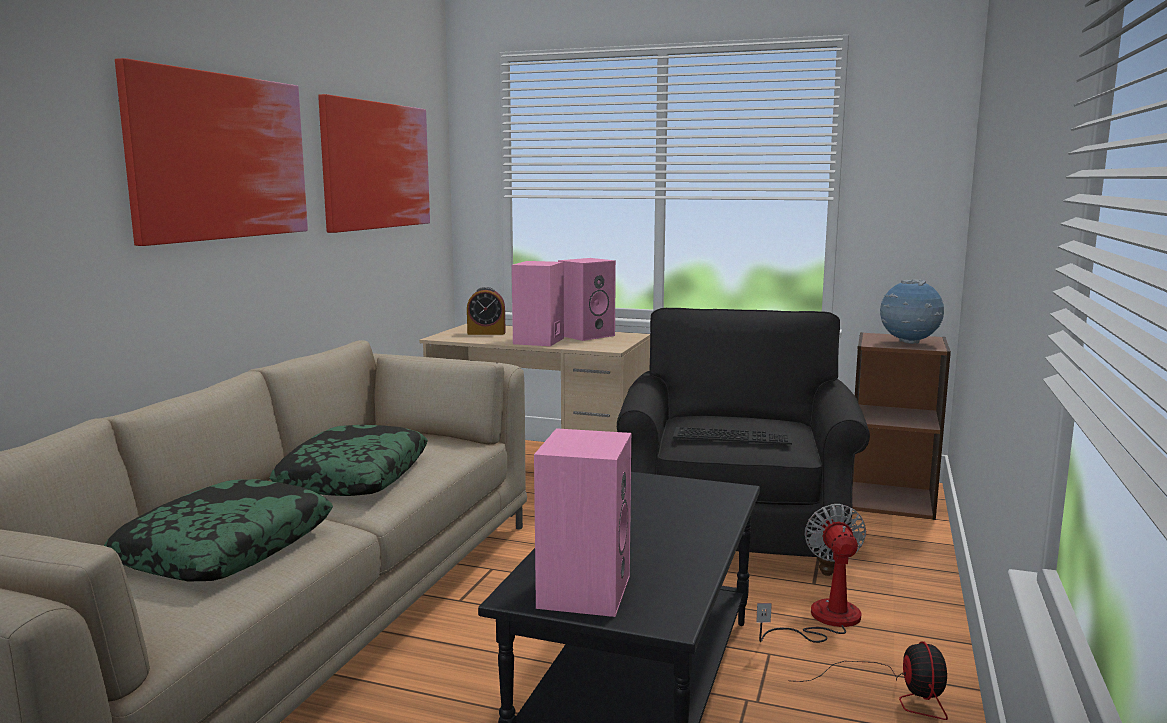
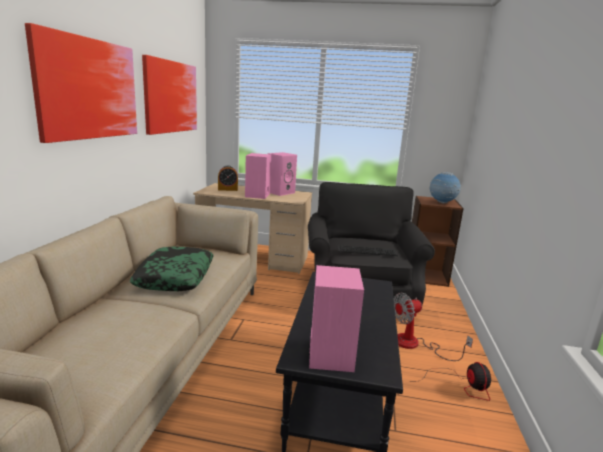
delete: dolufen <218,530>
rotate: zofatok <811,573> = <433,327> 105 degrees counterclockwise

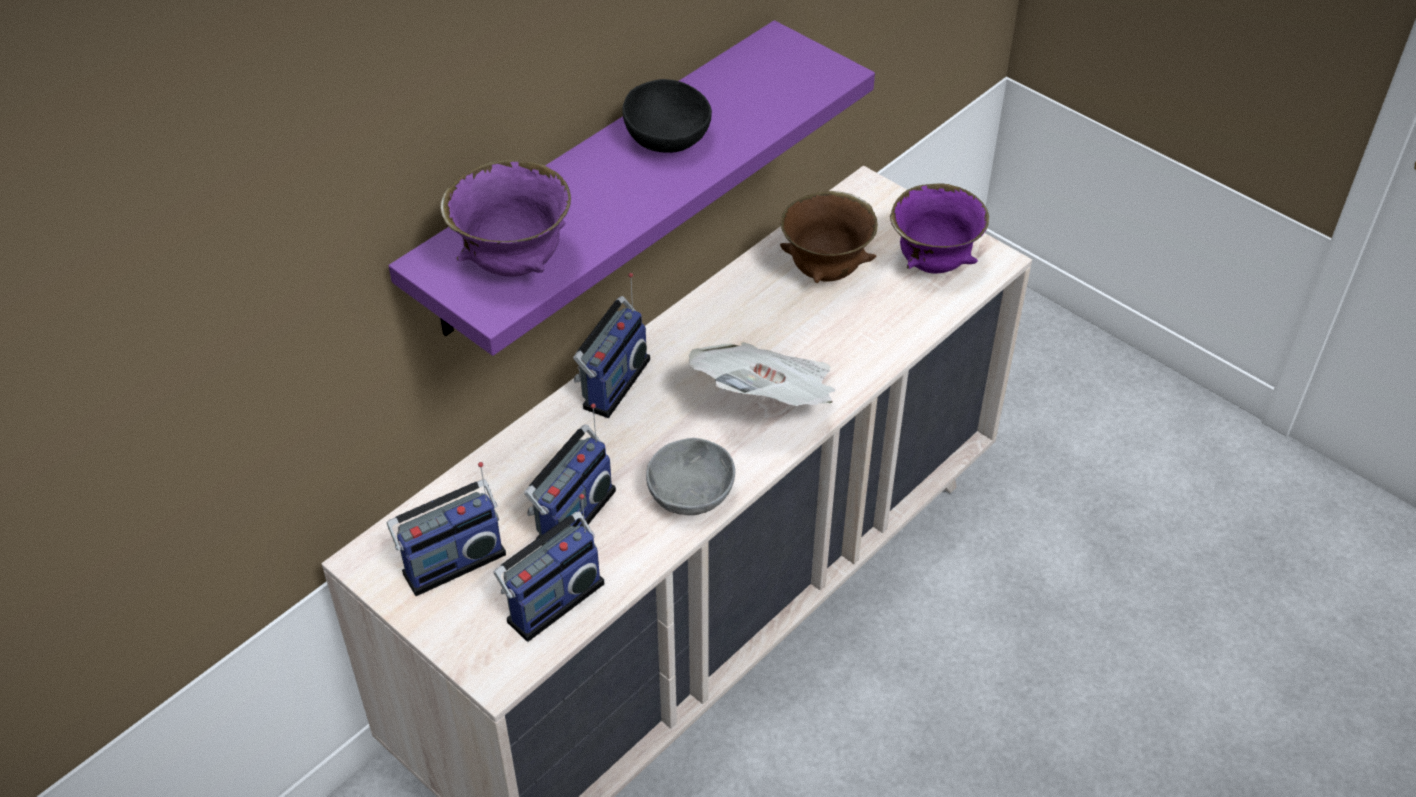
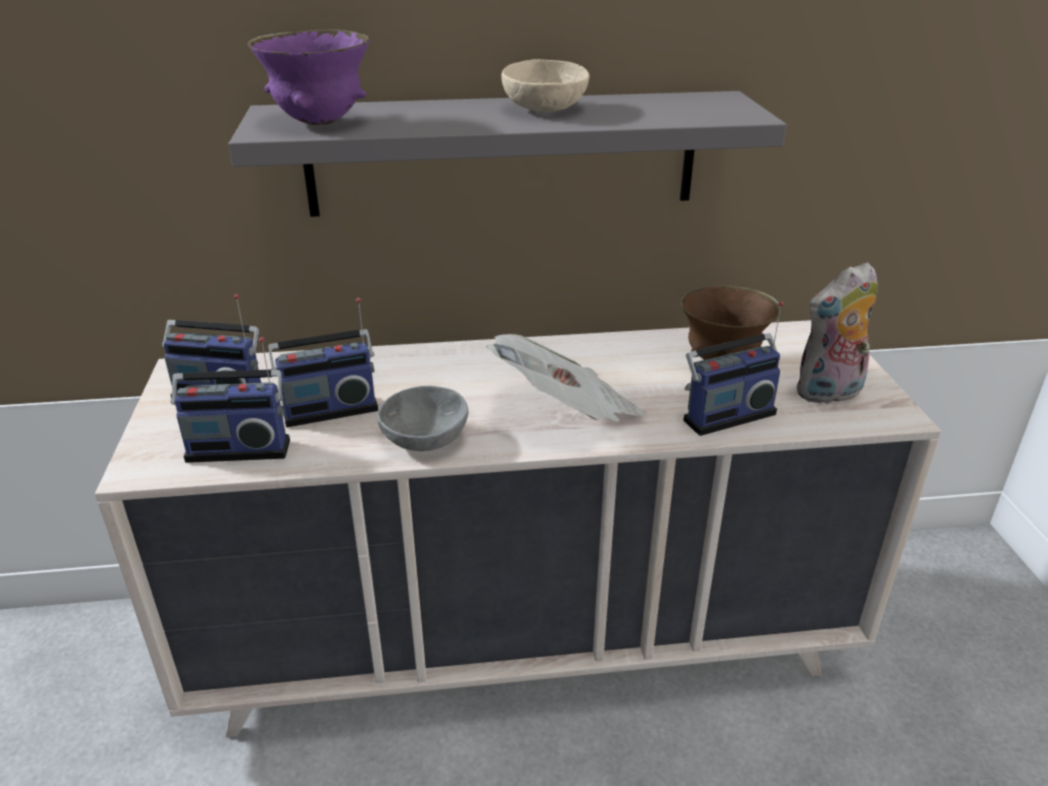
move: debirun <611,345> to <733,369>
replace: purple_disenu <939,228> to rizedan <837,333>
recolor: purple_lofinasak <632,188> to grey_lofinasak <508,154>; black_disenu <667,116> to beige_disenu <545,85>

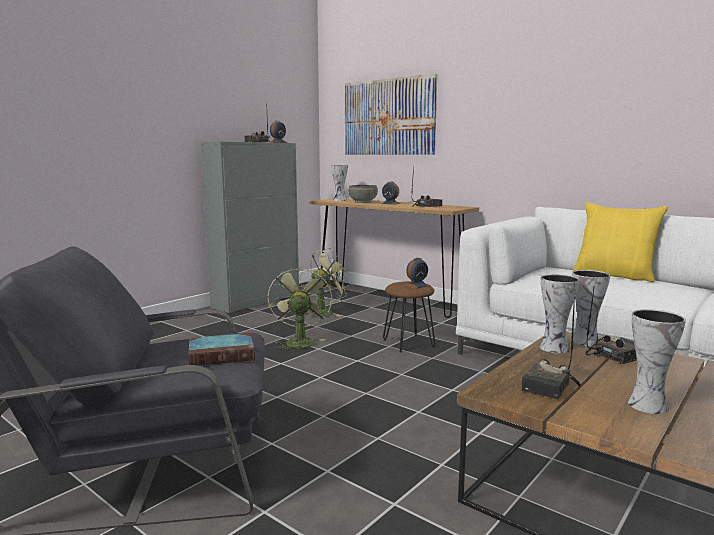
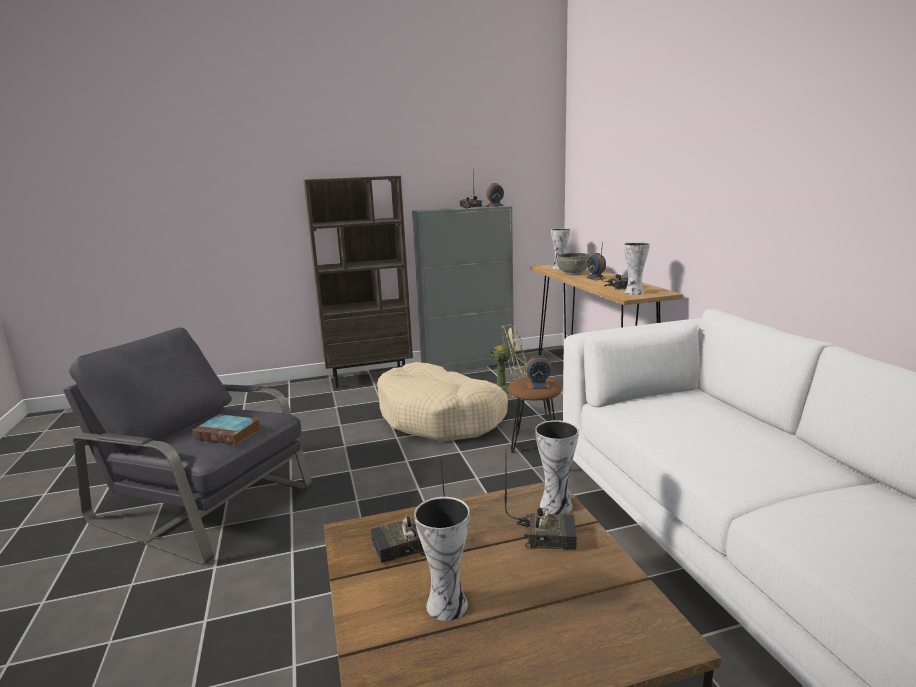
delete: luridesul <391,114>; yellow_dolufen <620,242>
insert: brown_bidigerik <358,282>
move: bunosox <559,314> to <637,268>
replace: green_zofatok <300,308> to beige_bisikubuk <442,401>

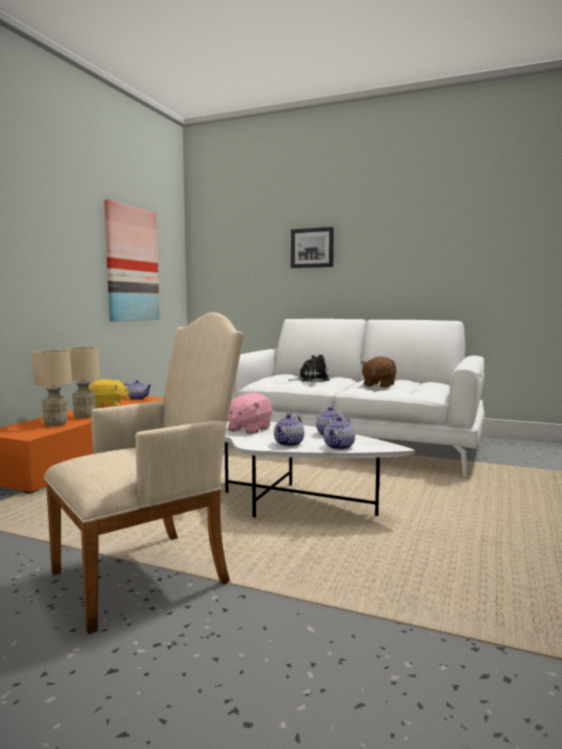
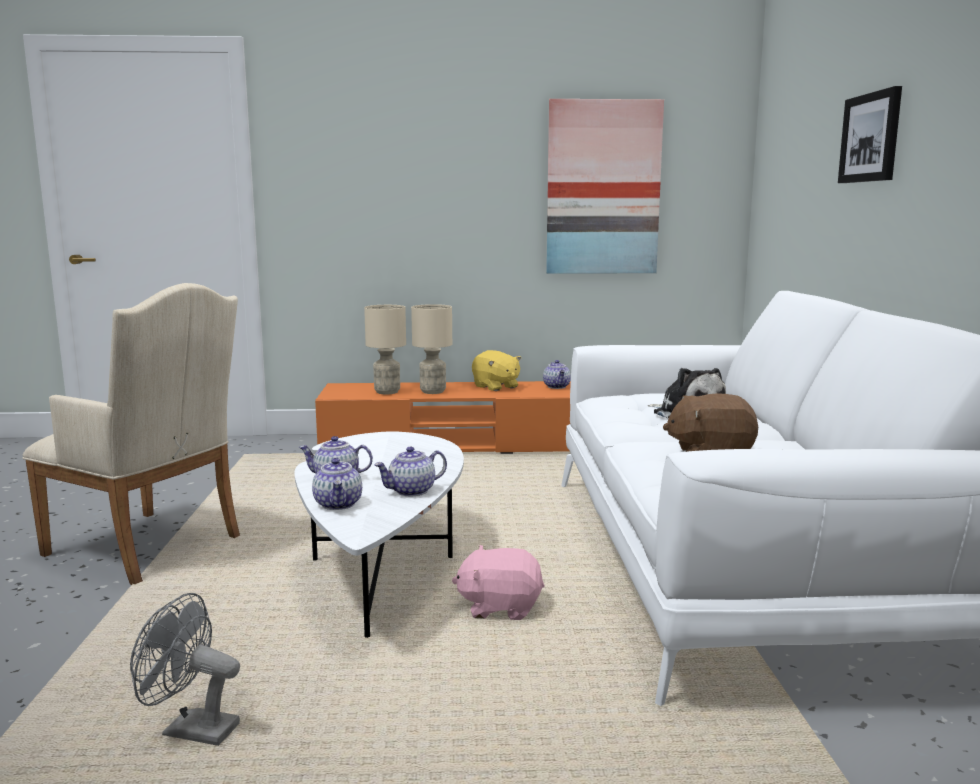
insert: grey_zofatok <185,669>
move: pink_rizedan <250,413> to <498,582>
rotate: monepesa <339,433> = <337,484> 105 degrees counterclockwise

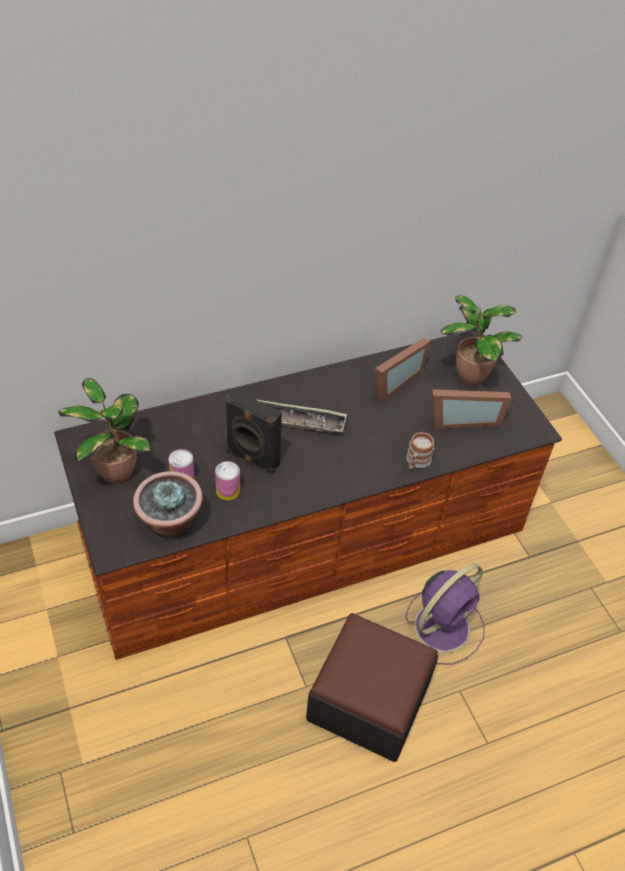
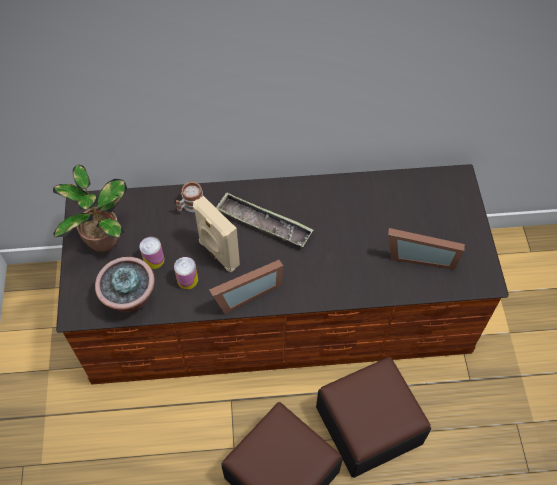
delete: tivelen <481,340>
move: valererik <420,451> to <189,197>; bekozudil <402,370> to <246,287>
replace: purple_zofatok <445,614> to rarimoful <373,417>
recolor: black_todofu <253,431> to beige_todofu <216,234>

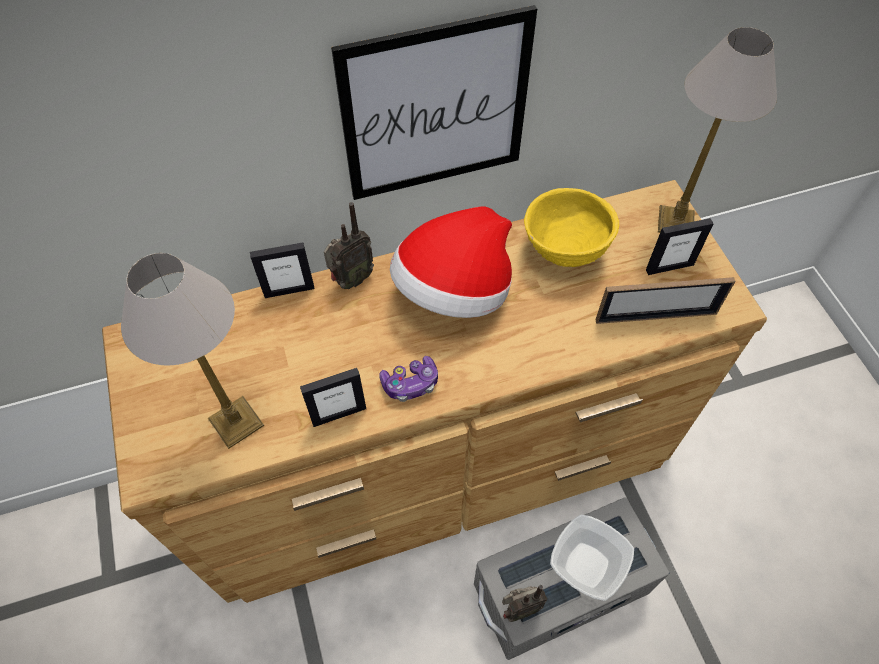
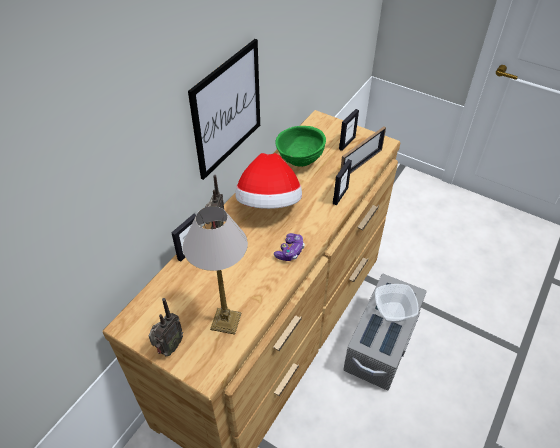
delete: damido <717,130>
move: debirun <525,603> to <166,327>; bekozudil <333,397> to <342,182>
recolor: yellow_disenu <571,227> to green_disenu <300,146>

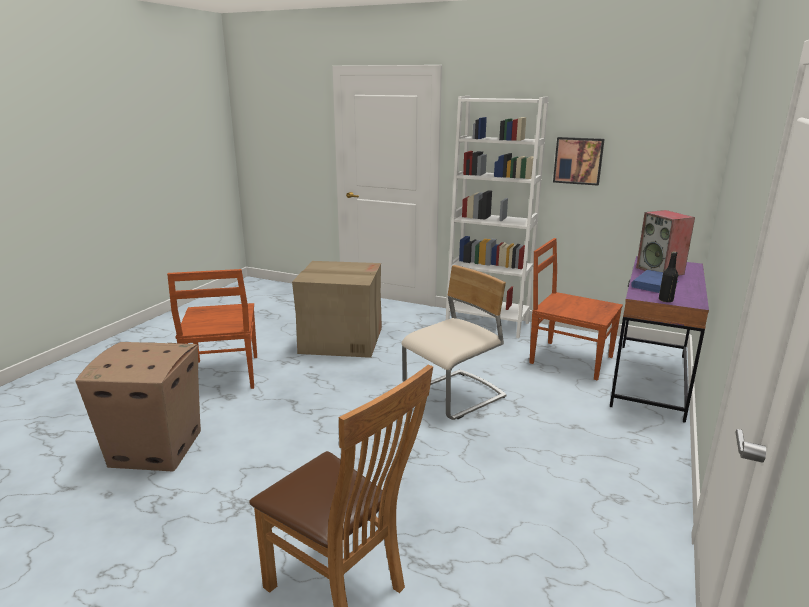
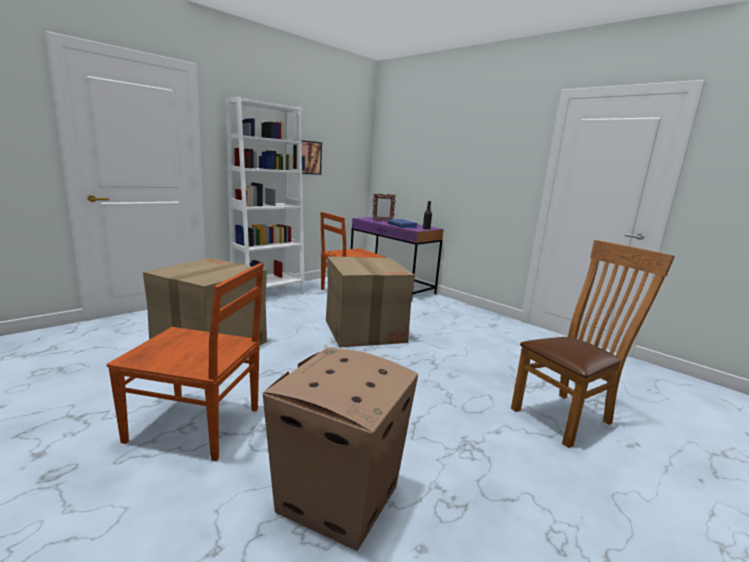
replace: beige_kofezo <454,342> to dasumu <370,302>; todofu <665,243> to bekozudil <383,207>

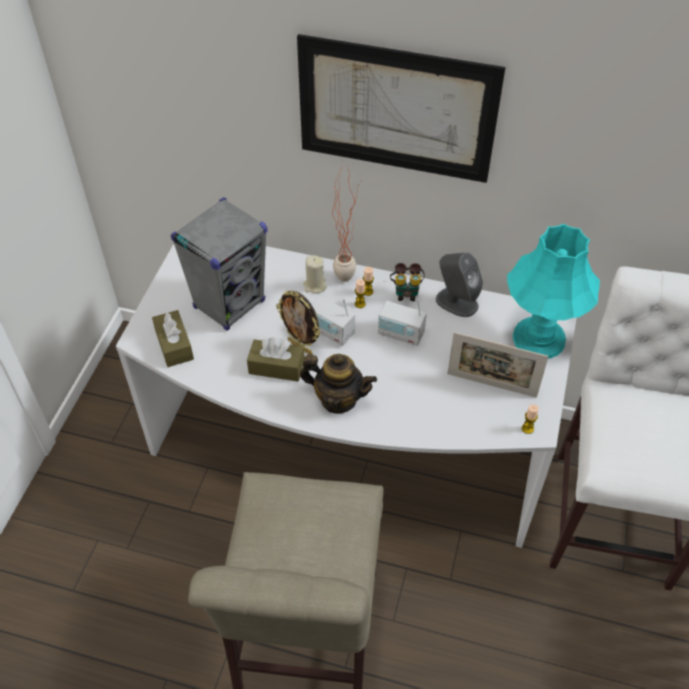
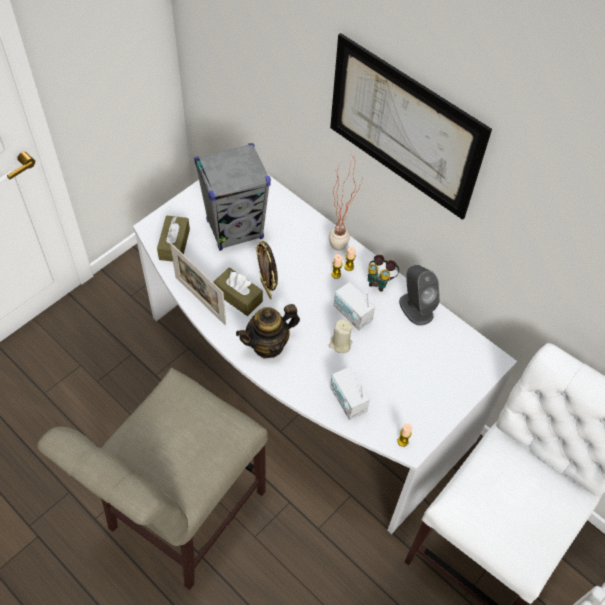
delete: turquoise_damido <553,291>
move: bekozudil <498,365> to <198,284>; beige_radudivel <315,274> to <341,336>; debirun <333,321> to <350,393>
rotate: monepesa <338,383> = <268,331> 105 degrees clockwise

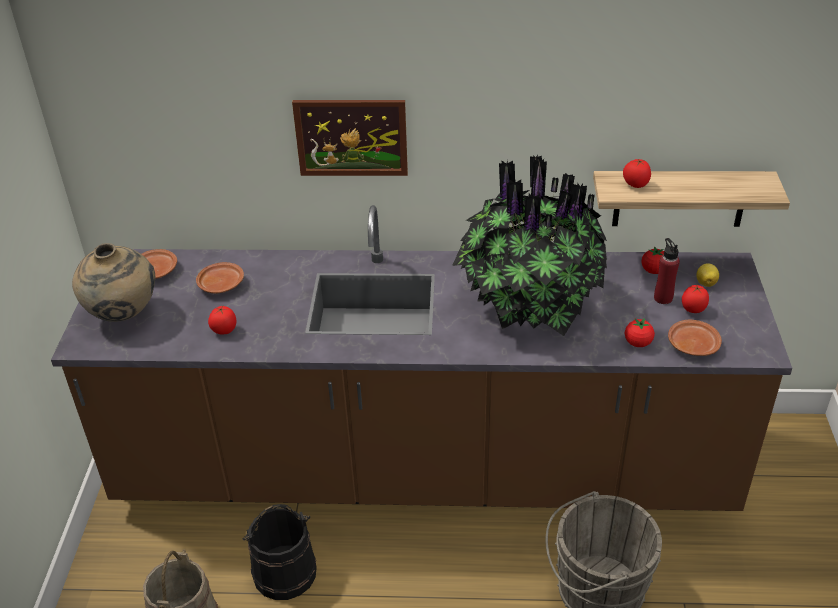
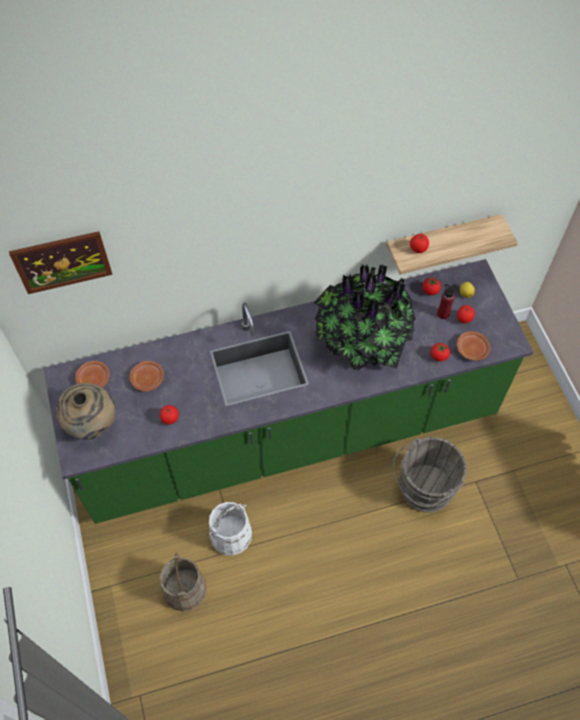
move: luridesul <350,138> to <60,262>
recolor: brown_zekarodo <421,358> to green_zekarodo <289,391>; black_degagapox <279,552> to white_degagapox <230,529>

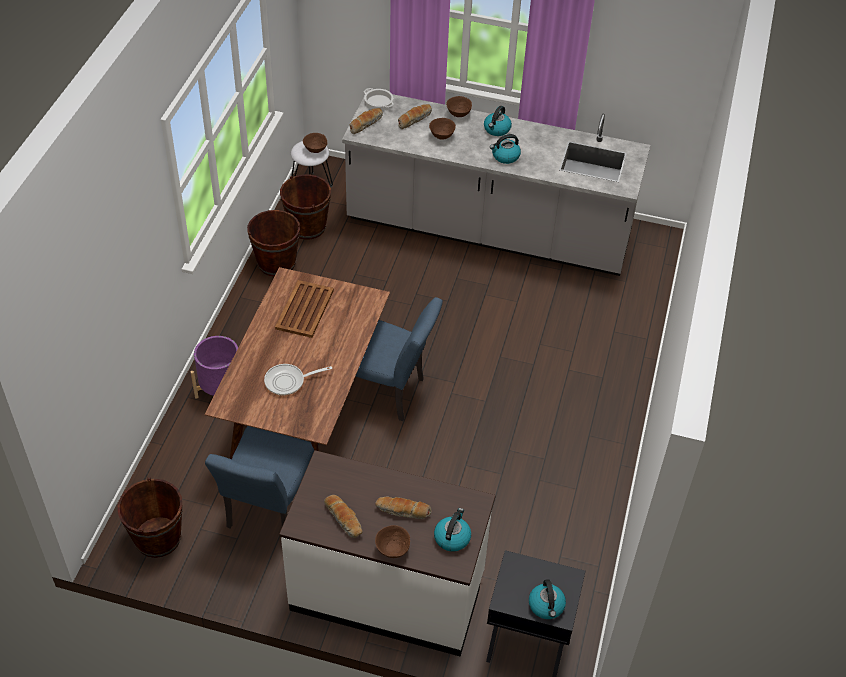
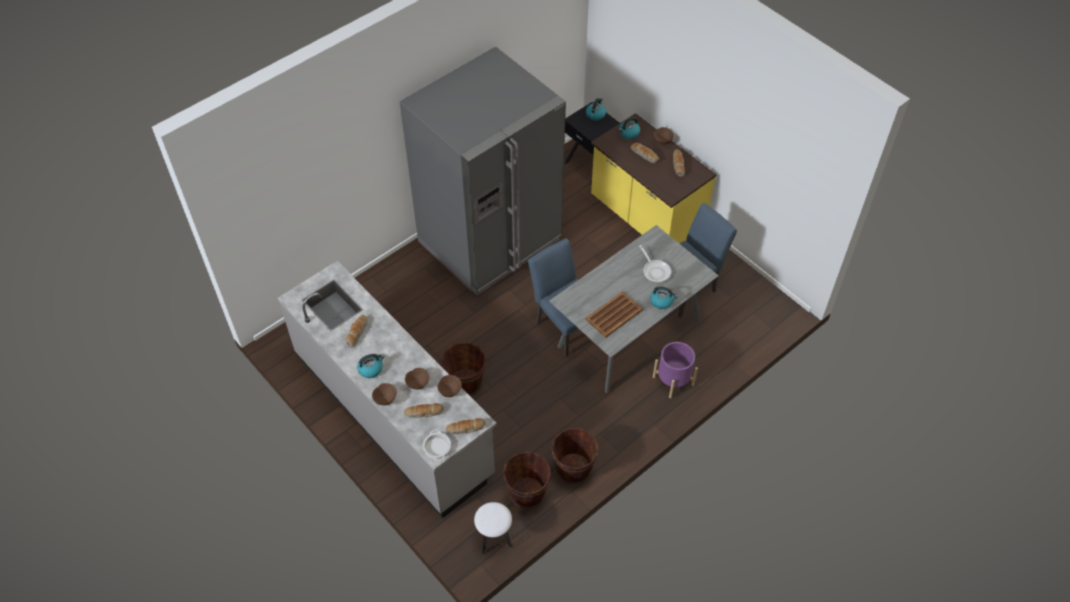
insert: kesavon <356,331>; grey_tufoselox <483,171>
move: brown_disenu <315,143> to <449,386>; brown_degagapox <150,517> to <463,369>; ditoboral <505,149> to <664,298>
recolor: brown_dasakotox <297,363> to grey_dasakotox <634,309>; white_zekarodo <387,553> to yellow_zekarodo <653,178>
rotate: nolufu <298,379> = <655,264> 45 degrees clockwise

